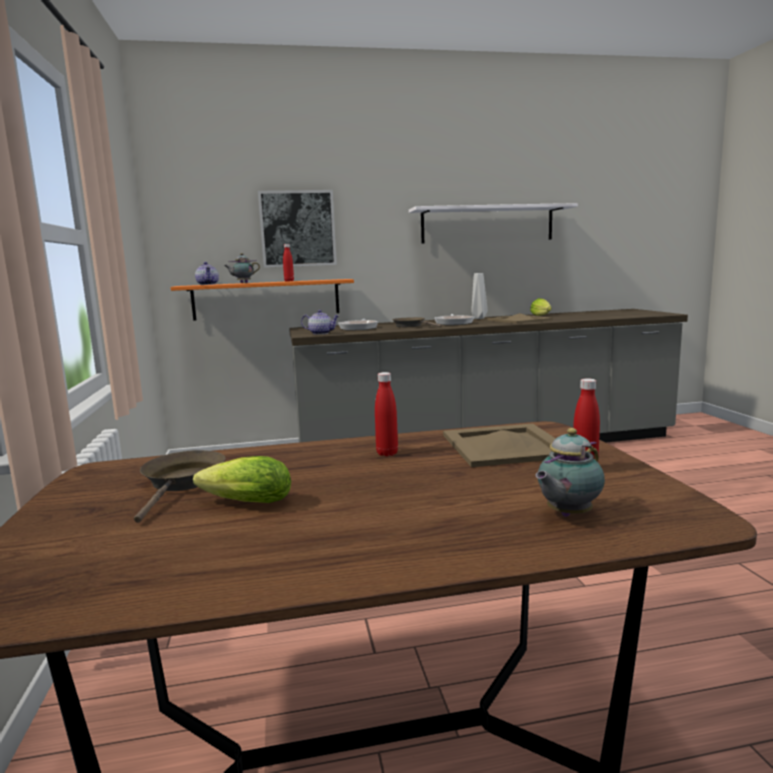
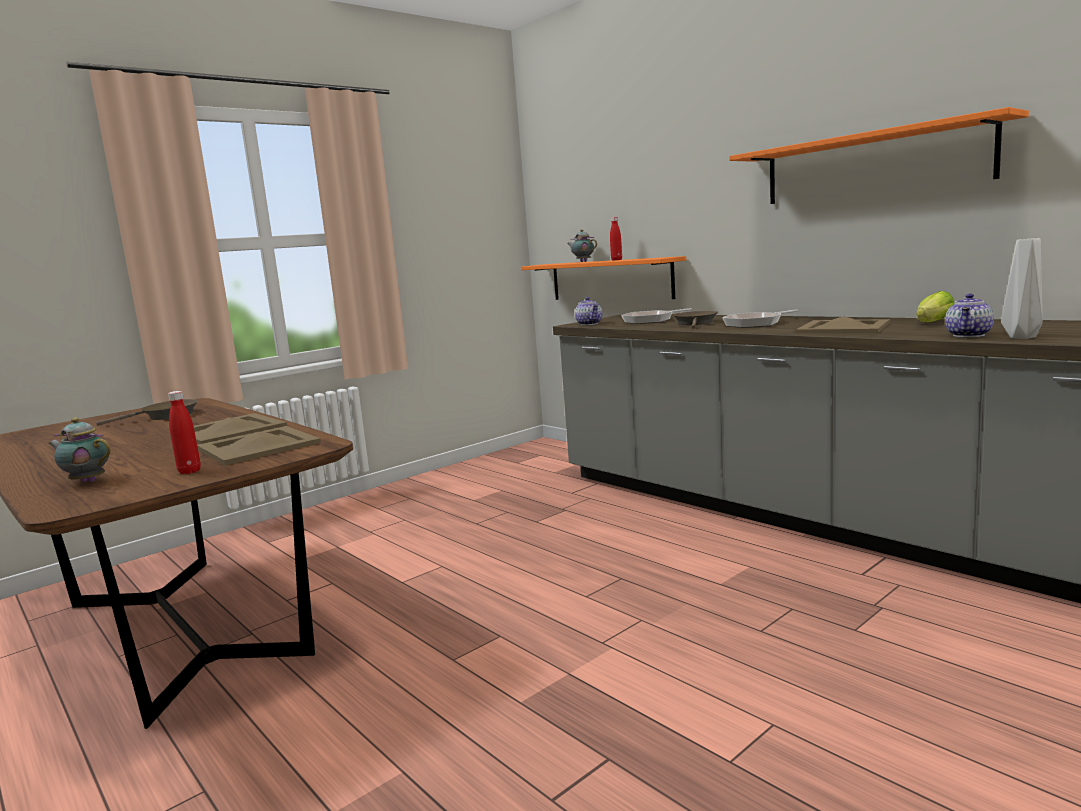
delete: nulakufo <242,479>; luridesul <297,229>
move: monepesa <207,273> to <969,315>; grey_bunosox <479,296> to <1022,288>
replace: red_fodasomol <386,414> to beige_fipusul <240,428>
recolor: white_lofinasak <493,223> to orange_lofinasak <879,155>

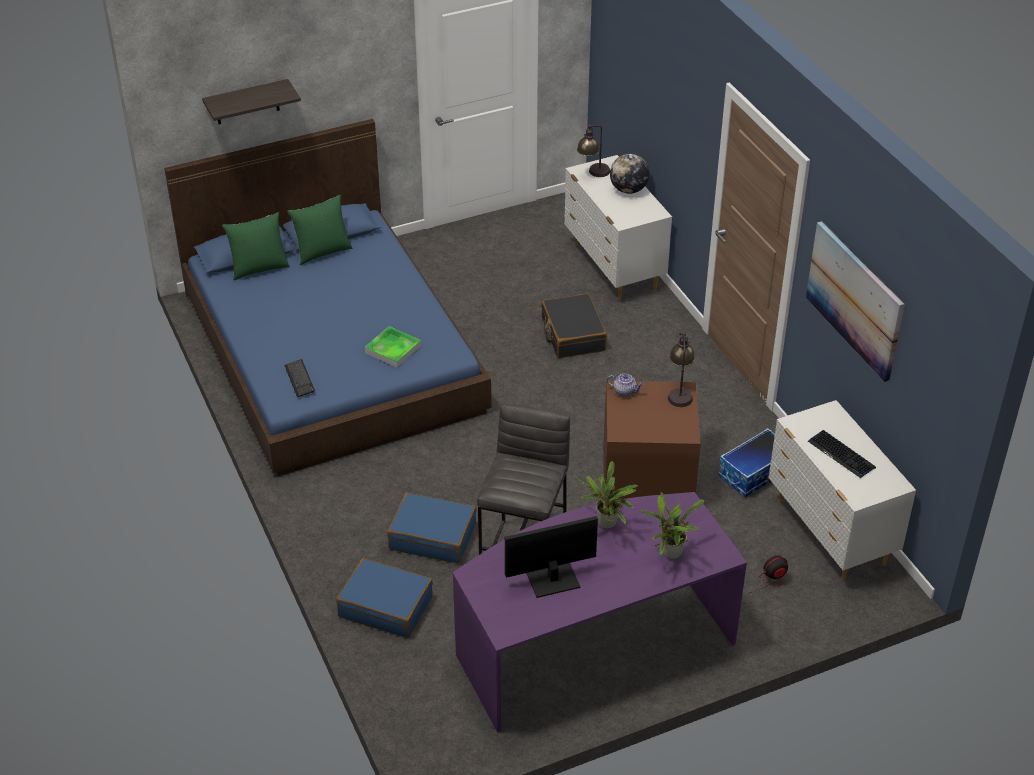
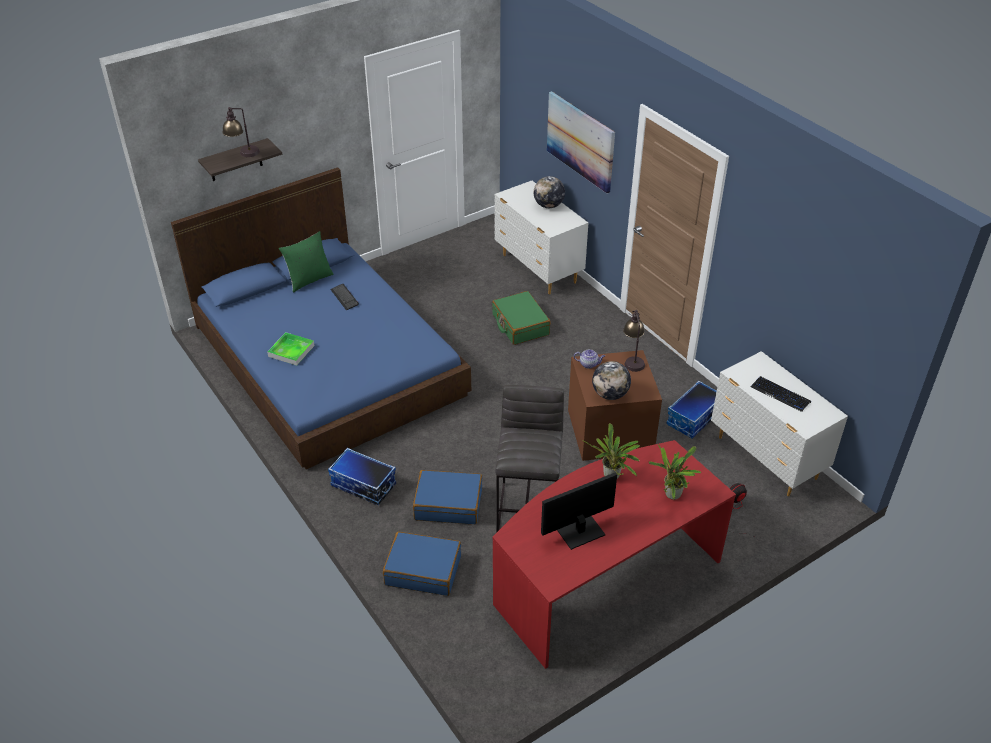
delete: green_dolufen <256,246>
insert: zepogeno <362,476>; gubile <611,380>
move: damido <593,151> to <241,132>; fipusul <393,347> to <291,349>; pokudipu <300,378> to <344,297>; luridesul <855,301> to <581,142>
recolor: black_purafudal <574,325> to green_purafudal <521,318>; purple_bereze <600,612> to red_bereze <614,554>

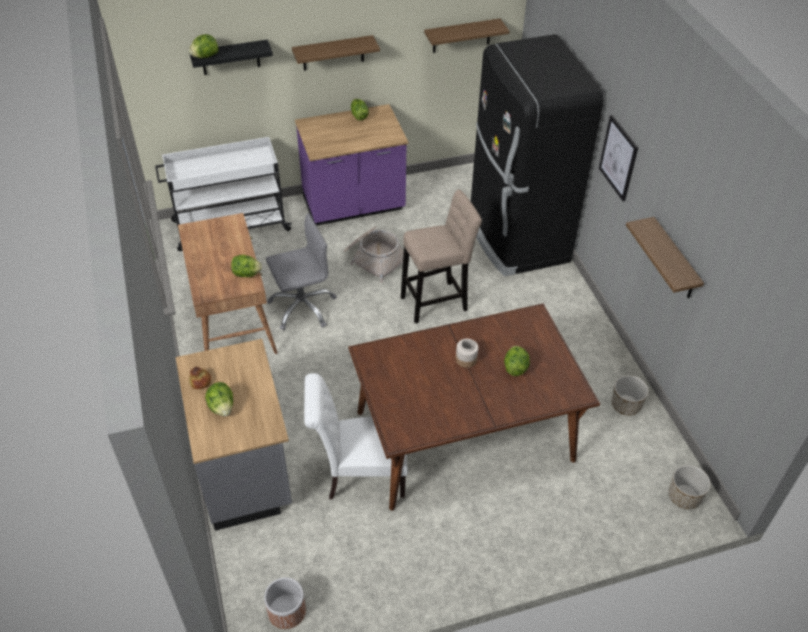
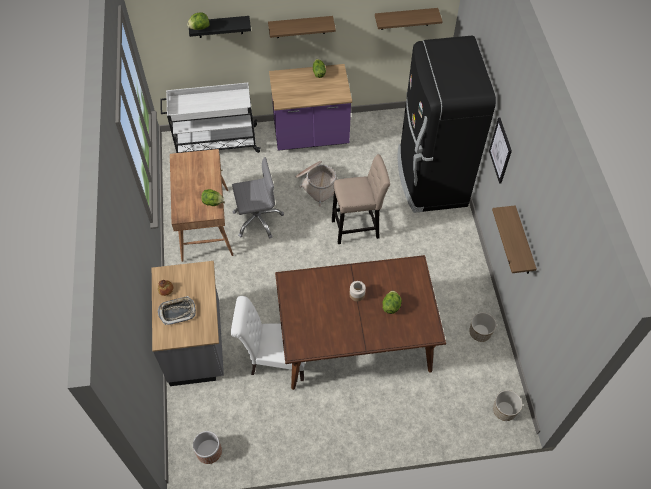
replace: nulakufo <219,399> to fipusul <177,310>

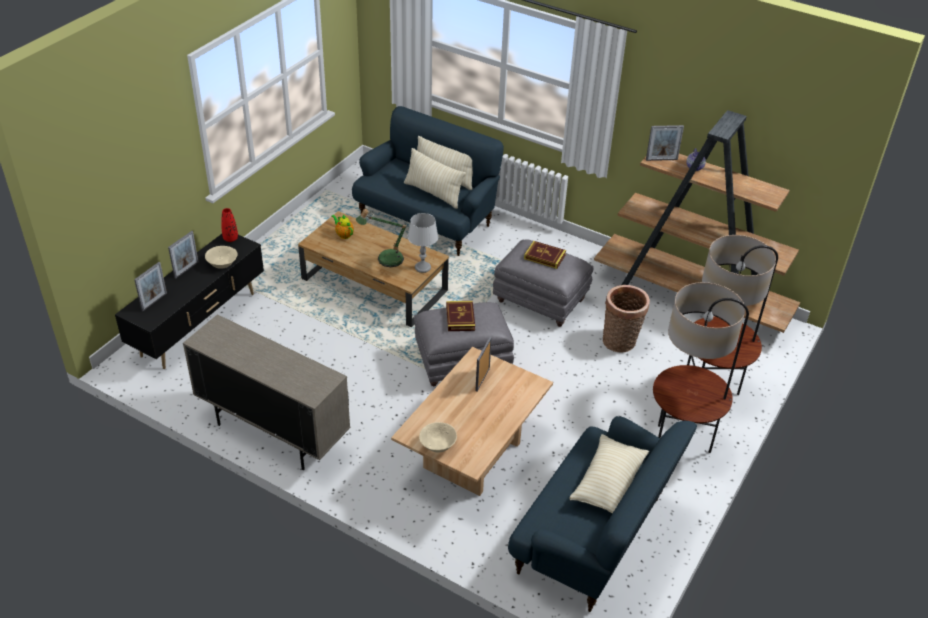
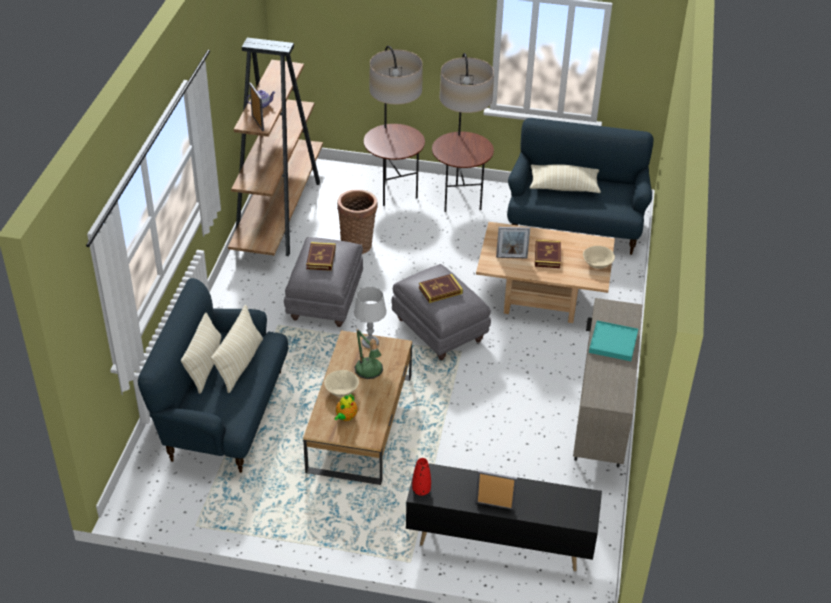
delete: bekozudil <150,286>
insert: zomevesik <548,254>; turquoise_fipusul <613,341>
move: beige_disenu <221,257> to <341,383>

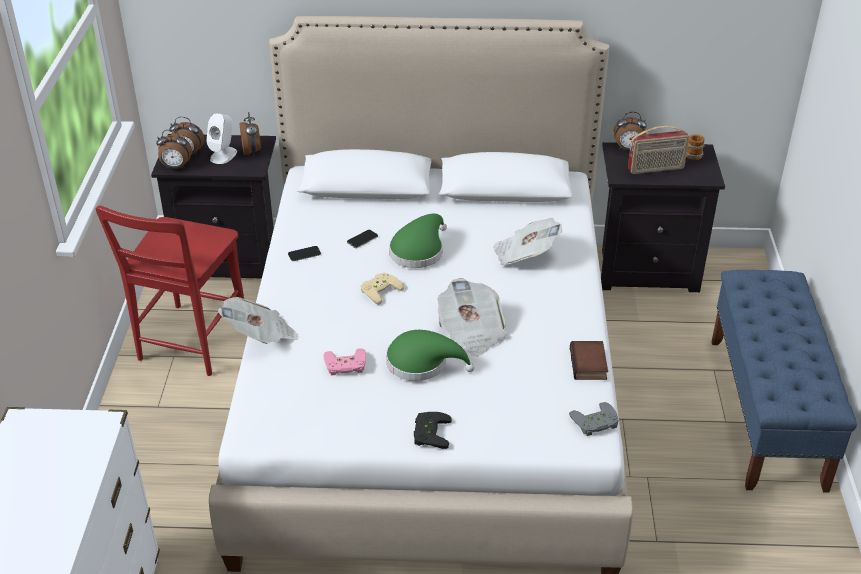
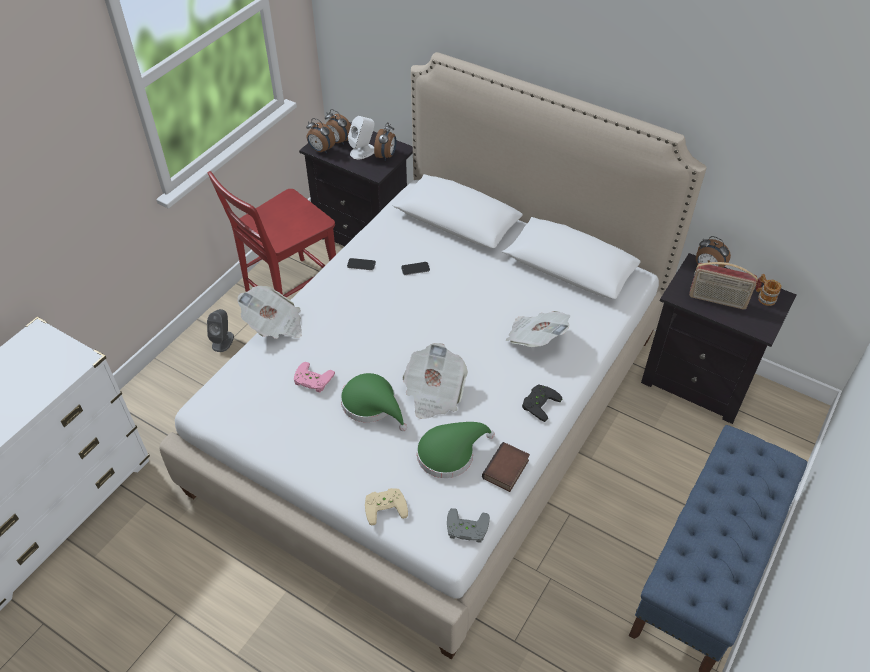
insert: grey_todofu <220,330>
move: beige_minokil <382,289> to <386,507>; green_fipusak <418,241> to <456,450>; black_minokil <433,430> to <542,403>

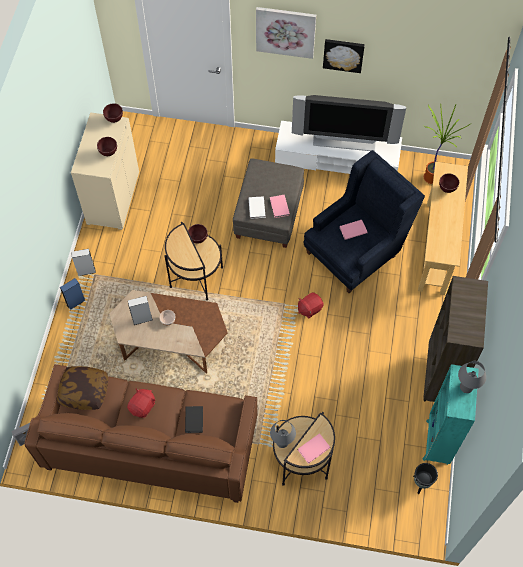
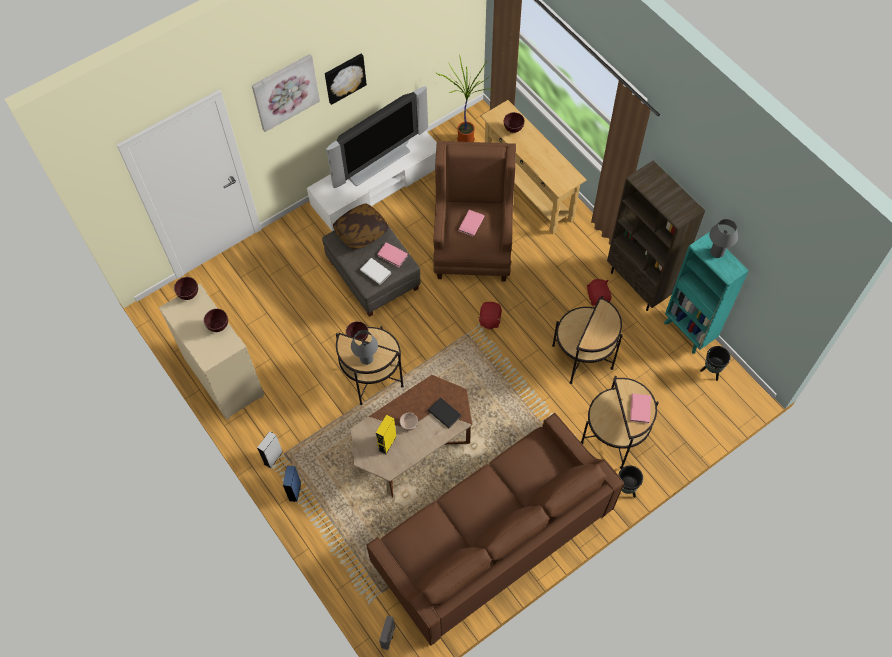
insert: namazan <587,340>; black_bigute <630,482>
move: dolufen <82,388> to <361,226>; grey_damido <283,434> to <364,347>; black_zomevesik <194,419> to <444,412>; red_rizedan <141,403> to <599,292>
recolor: grey_todofu <140,310> to yellow_todofu <386,434>; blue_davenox <364,221> to brown_davenox <474,211>

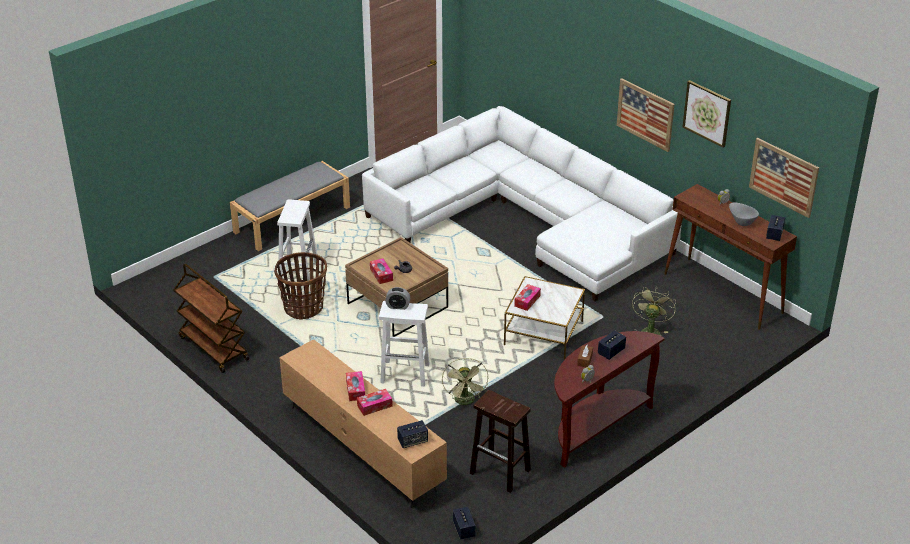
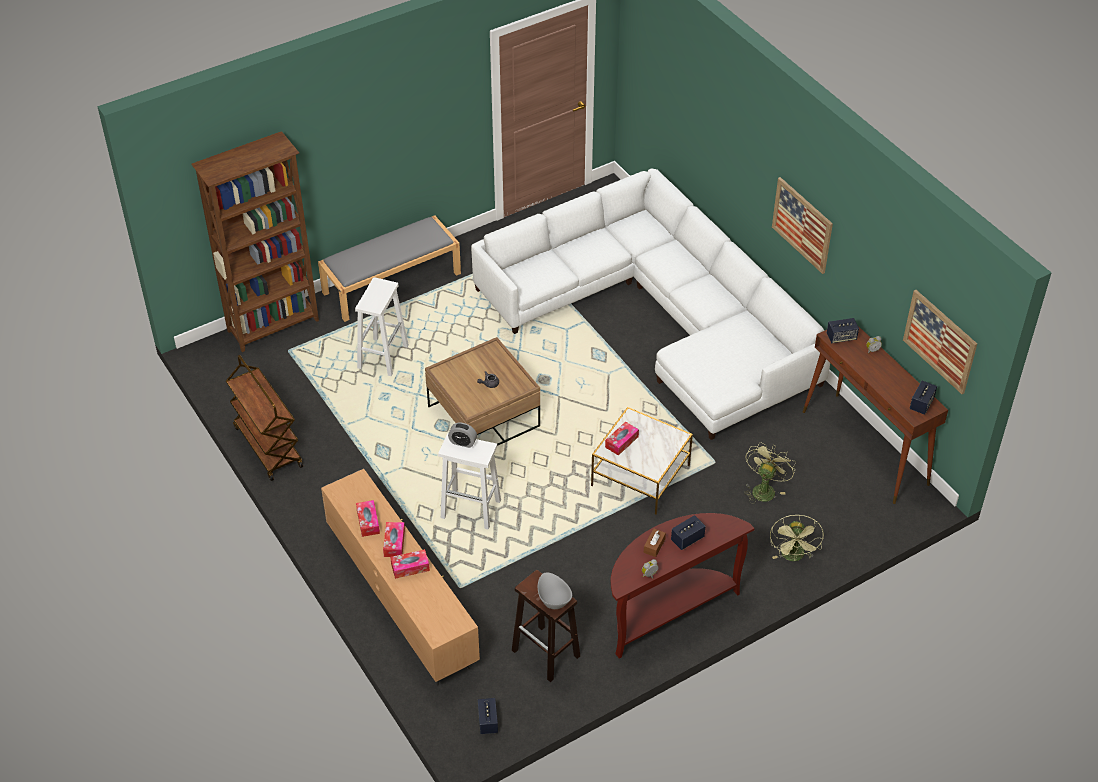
delete: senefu <300,286>; luridesul <707,114>
insert: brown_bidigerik <255,241>
move: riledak <381,271> to <368,518>; grey_disenu <744,214> to <555,590>; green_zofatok <465,381> to <797,538>; todofu <412,434> to <843,330>

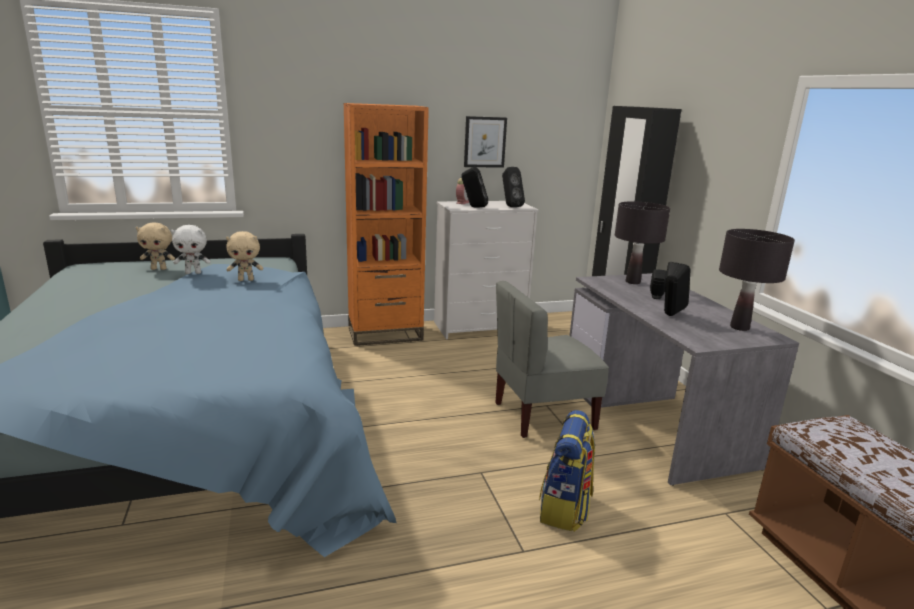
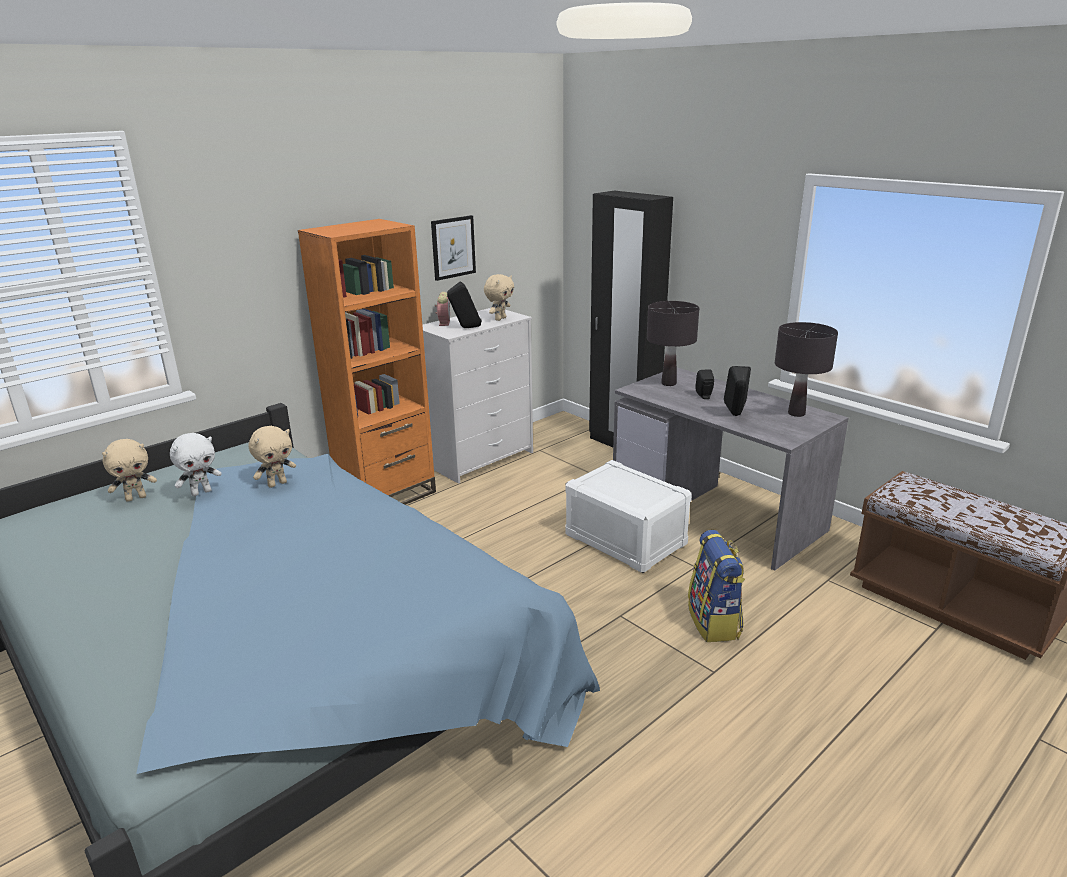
replace: black_todofu <513,187> to beige_rizedan <499,297>; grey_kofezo <552,359> to white_zepogeno <628,516>

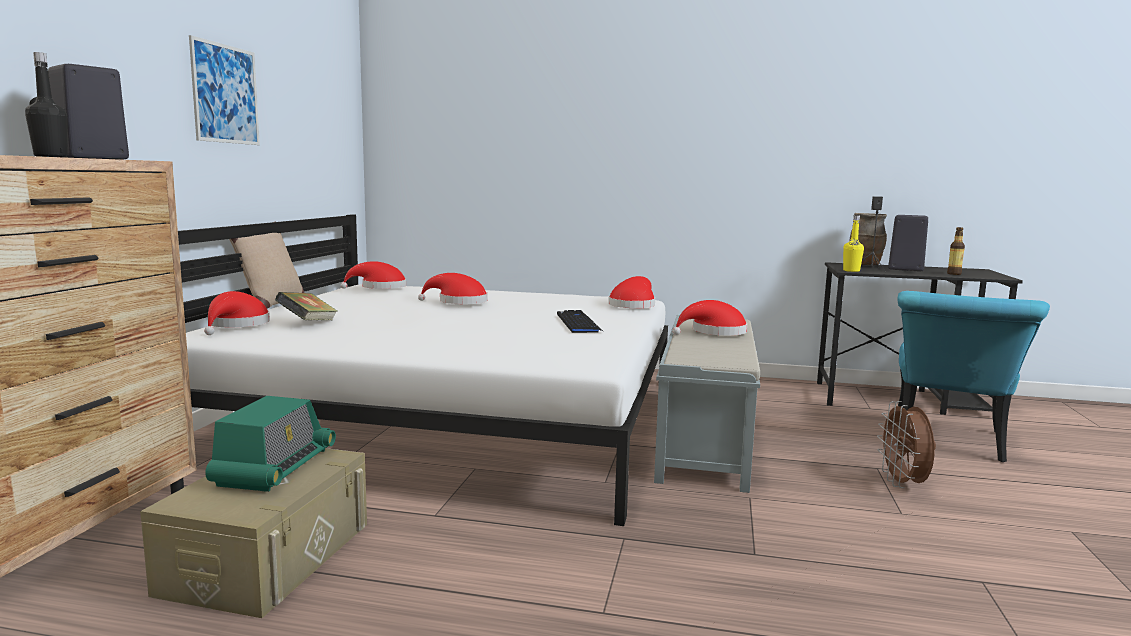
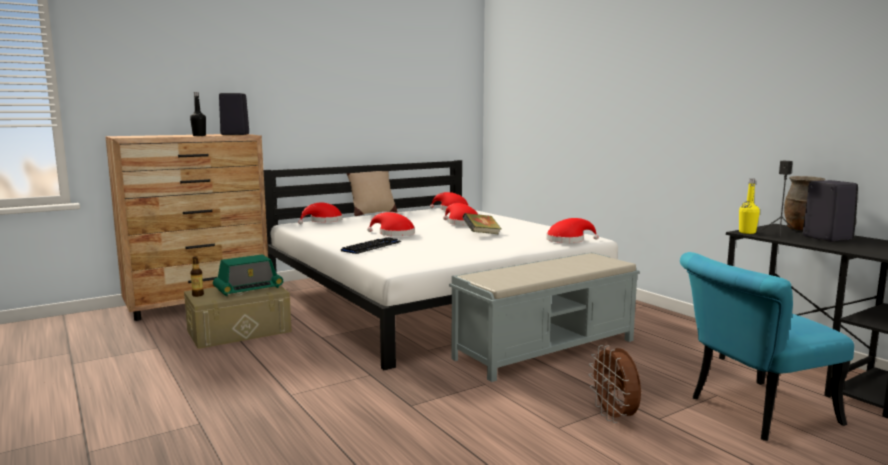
delete: luridesul <224,90>
move: fodasomol <956,251> to <197,276>; pokudipu <580,321> to <371,245>; red_fipusak <709,317> to <391,224>; zomevesik <306,306> to <481,224>
rotate: brown_zofatok <906,444> = <614,384> 60 degrees counterclockwise

